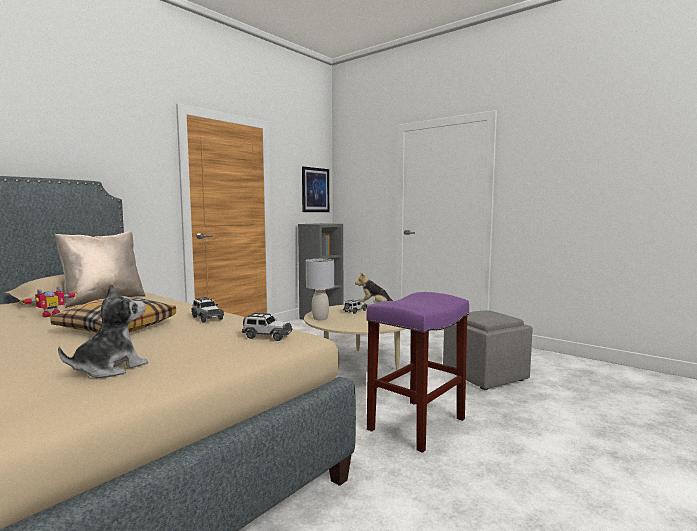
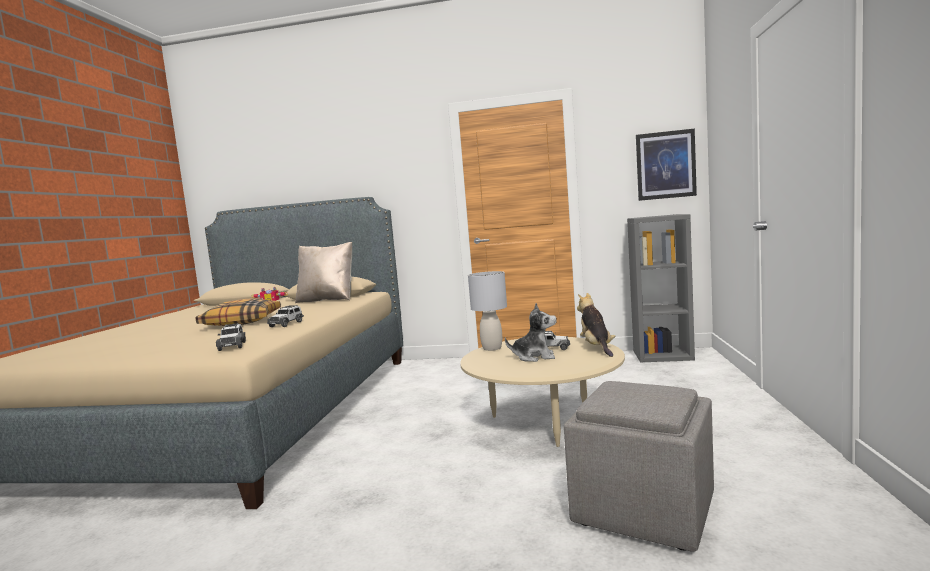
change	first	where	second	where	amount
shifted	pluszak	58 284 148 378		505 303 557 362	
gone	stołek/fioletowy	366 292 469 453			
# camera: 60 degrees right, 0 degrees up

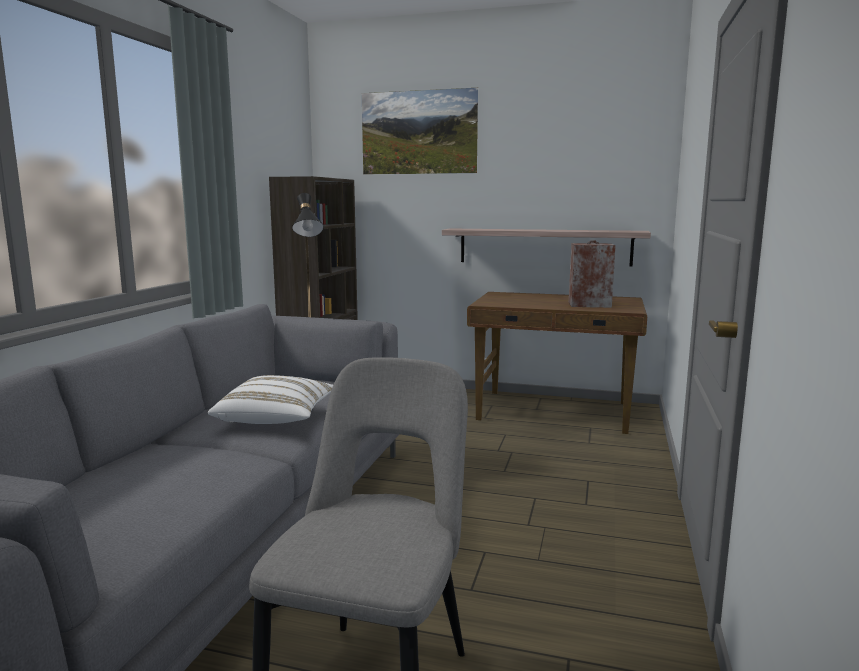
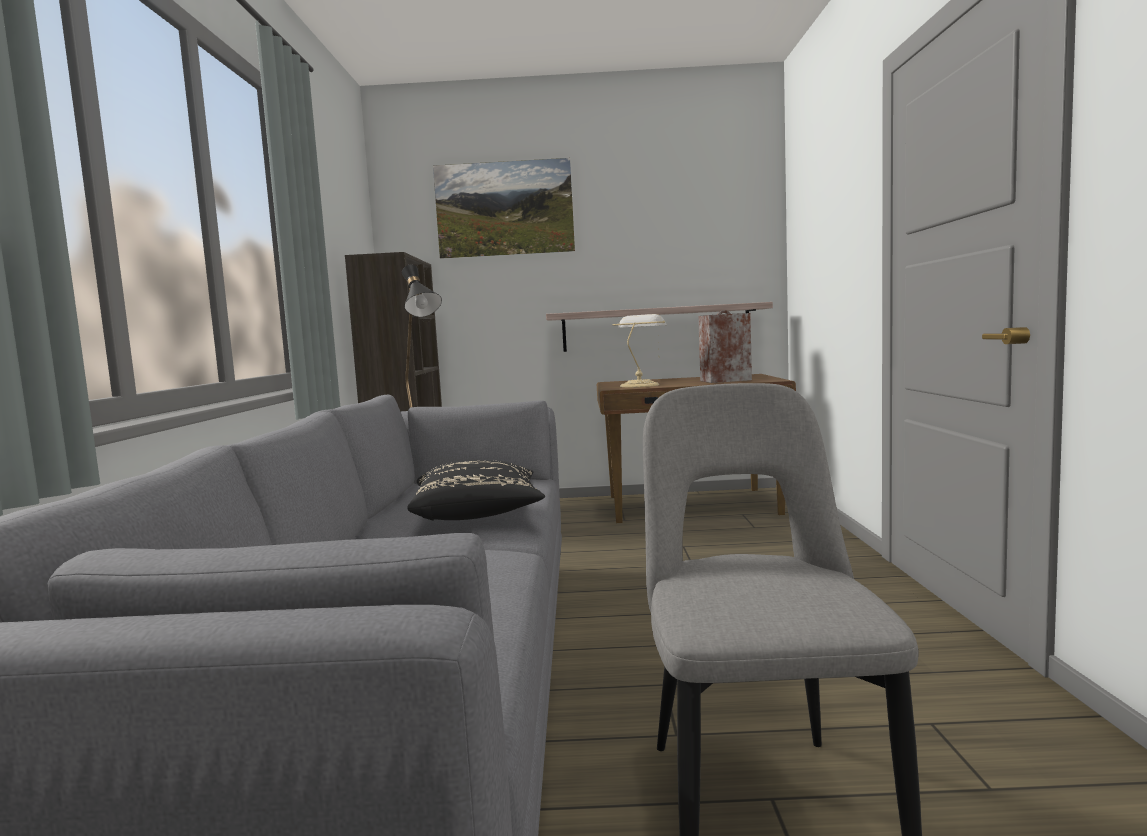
change	first	where	second	where	amount
repainted	poduszka/biały	208 375 333 424	poduszka/czarny	407 460 545 521	
new			lampa stołowa	612 314 667 387	
# camera: 15 degrees left, 5 degrees down

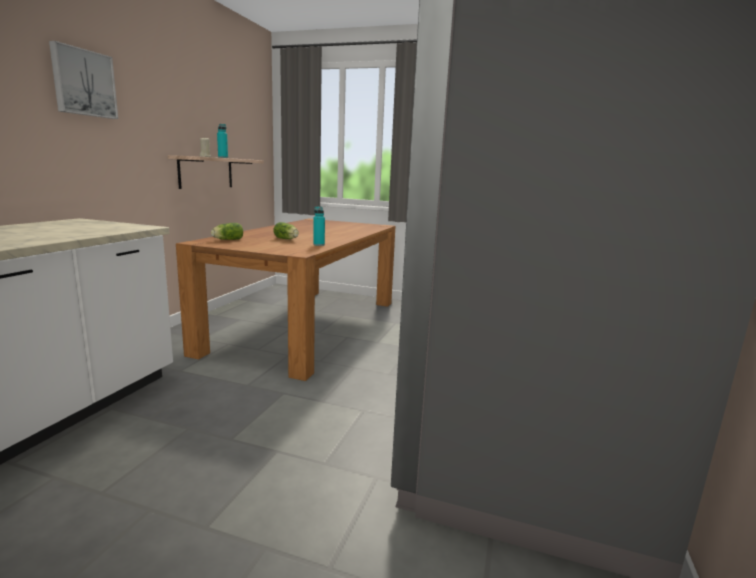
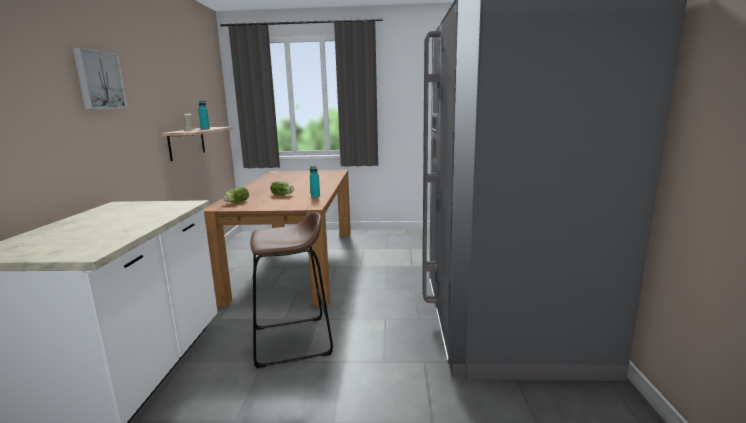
change	first	where	second	where	amount
new			stołek/brązowy	250 212 333 368	
# camera: 15 degrees left, 0 degrees up

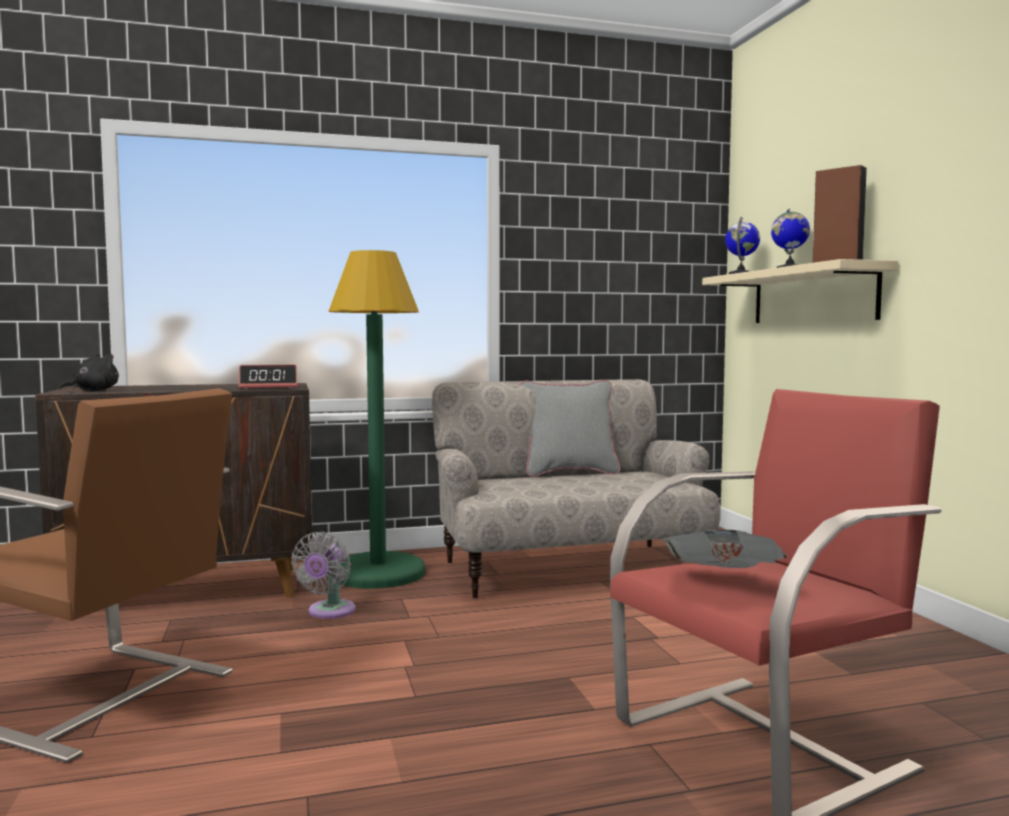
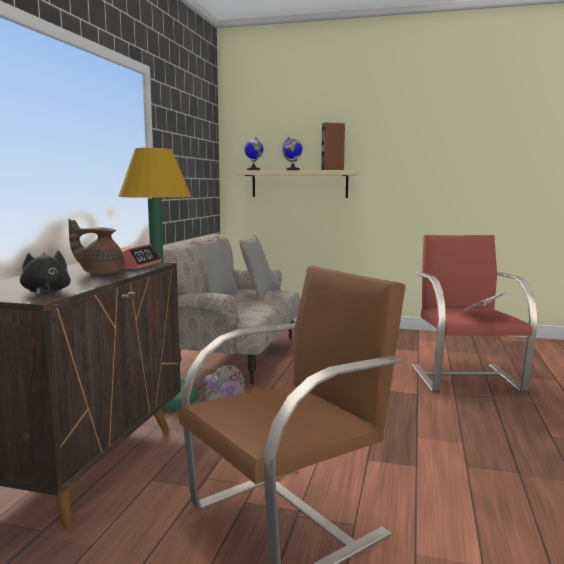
change	first	where	second	where	amount
new			imbryk/brązowy	68 219 125 274	
new			poduszka/szary	239 235 275 302	
# camera: 60 degrees left, 5 degrees up

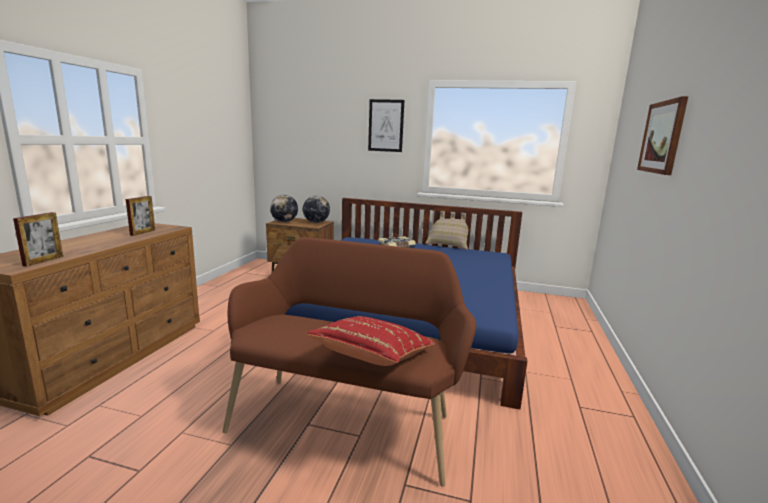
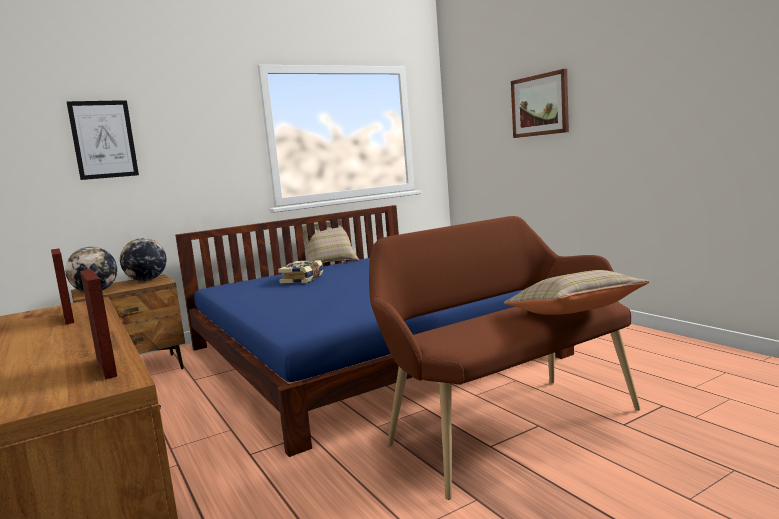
change	first	where	second	where	amount
shifted	obraz	368 99 404 152		67 100 139 180	
repainted	poduszka/czerwony	306 316 436 366	poduszka/beżowy	504 270 650 315	
# camera: 45 degrees left, 5 degrees down

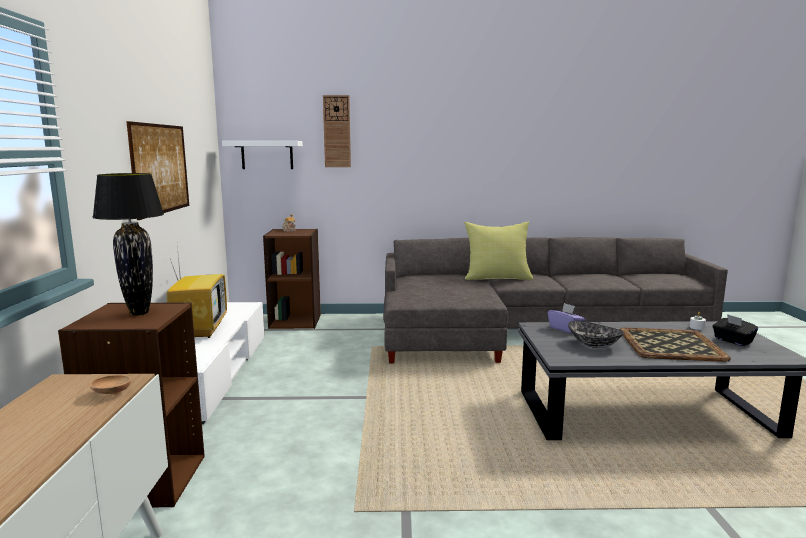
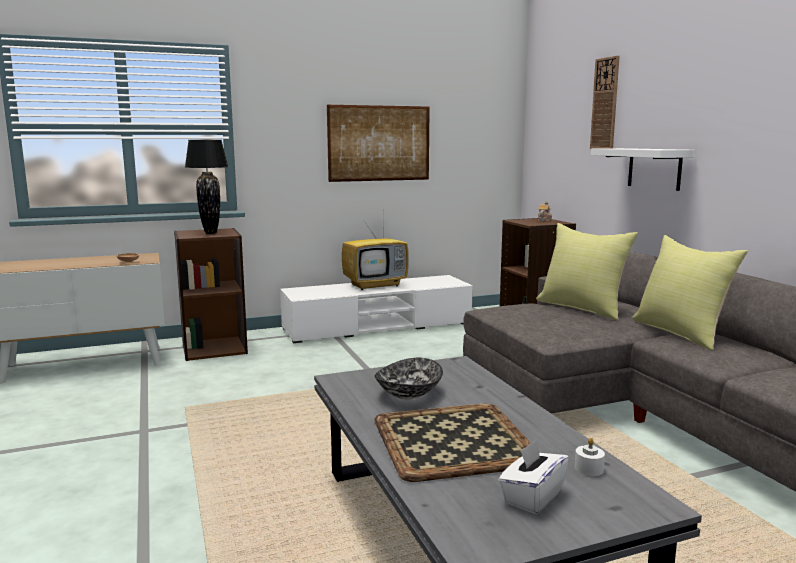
change	first	where	second	where	amount
shifted	półka/biały	222 141 303 169		591 148 695 191	
gone	pudełko chusteczek/fioletowy	548 303 585 333			
repainted	pudełko chusteczek/czarny	713 314 758 346	pudełko chusteczek/biały	499 439 569 514	
new			poduszka/żółty	536 223 638 320	
# camera: 70 degrees right, 0 degrees up

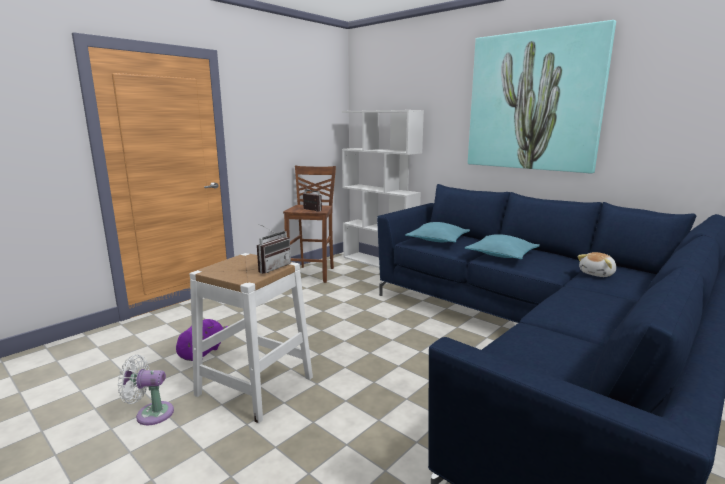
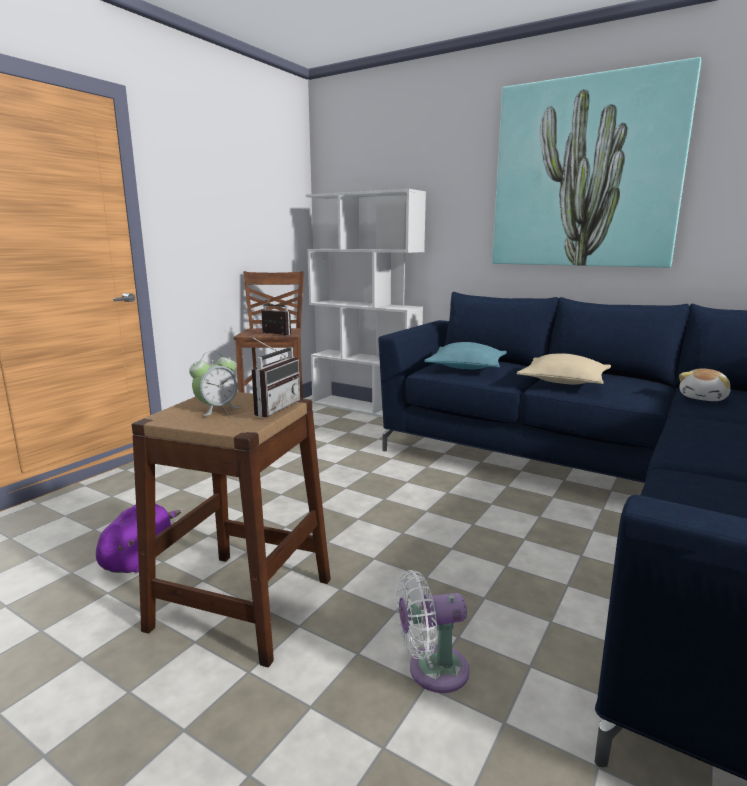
change	first	where	second	where	amount
repainted	poduszka/turkusowy	465 234 540 259	poduszka/beżowy	517 353 611 384	
repainted	stołek/biały	190 253 313 423	stołek/brązowy	132 392 331 667	
shifted	wentylator/biały	118 355 174 425		396 570 470 693	
new			budzik	189 351 240 416	
# camera: 10 degrees left, 0 degrees up

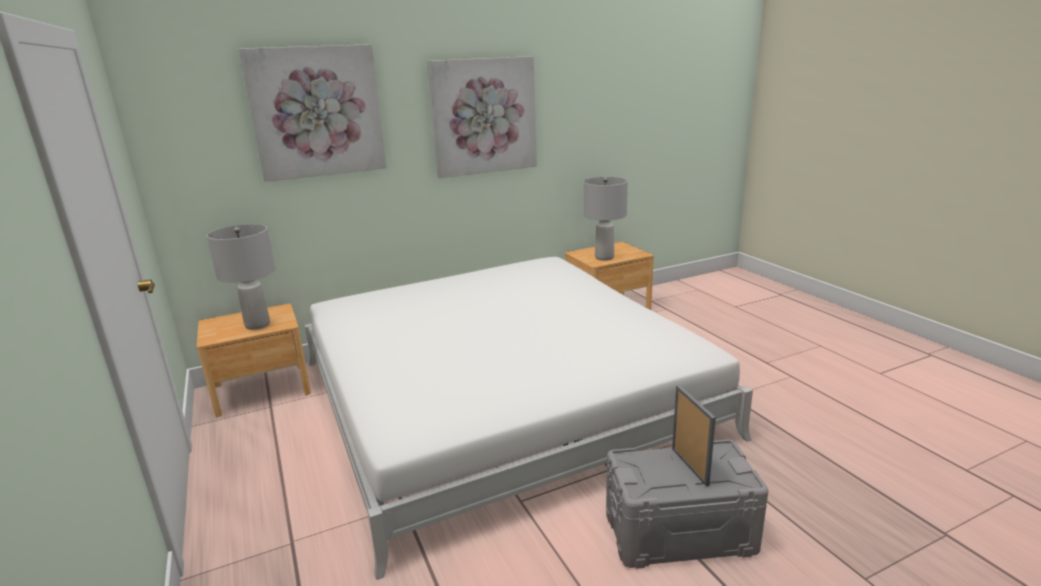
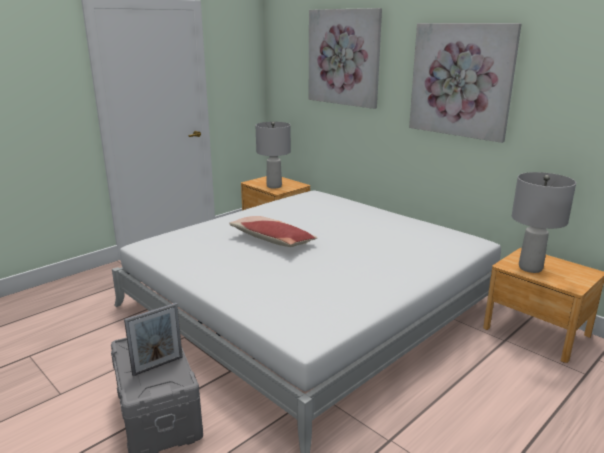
change	first	where	second	where	amount
new			poduszka	229 216 317 247	
# camera: 70 degrees right, 0 degrees up

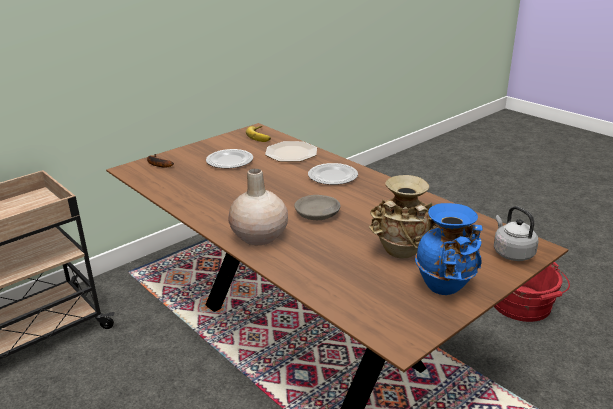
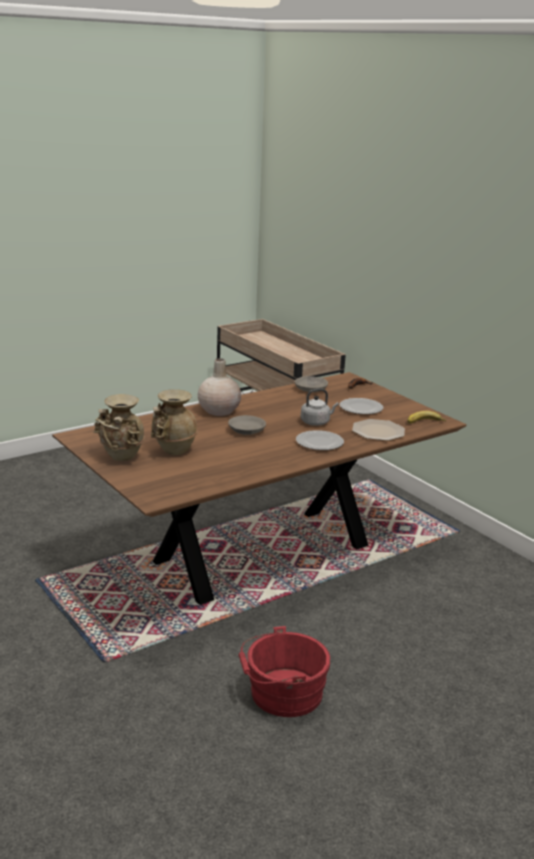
change	first	where	second	where	amount
repainted	wazon/niebieski	415 203 483 295	wazon/beżowy	93 394 145 461	
shifted	czajnik/szary	494 206 538 261		301 389 339 426	
new			miska/szary	295 376 328 392	
# camera: 95 degrees right, 5 degrees down

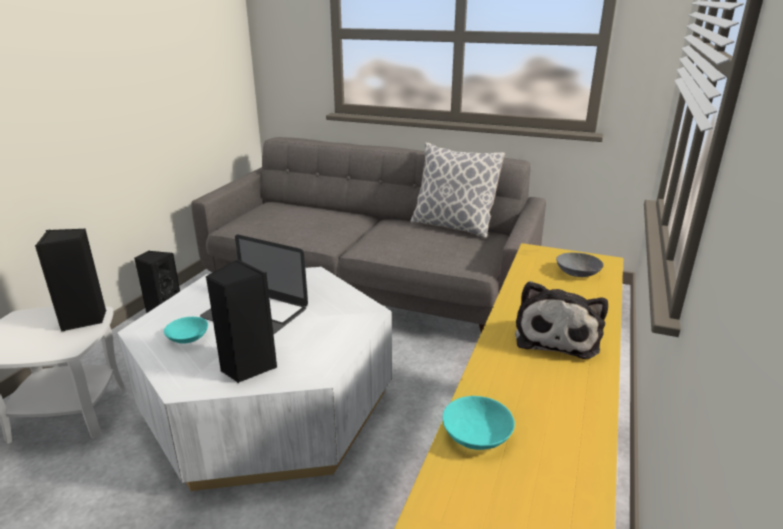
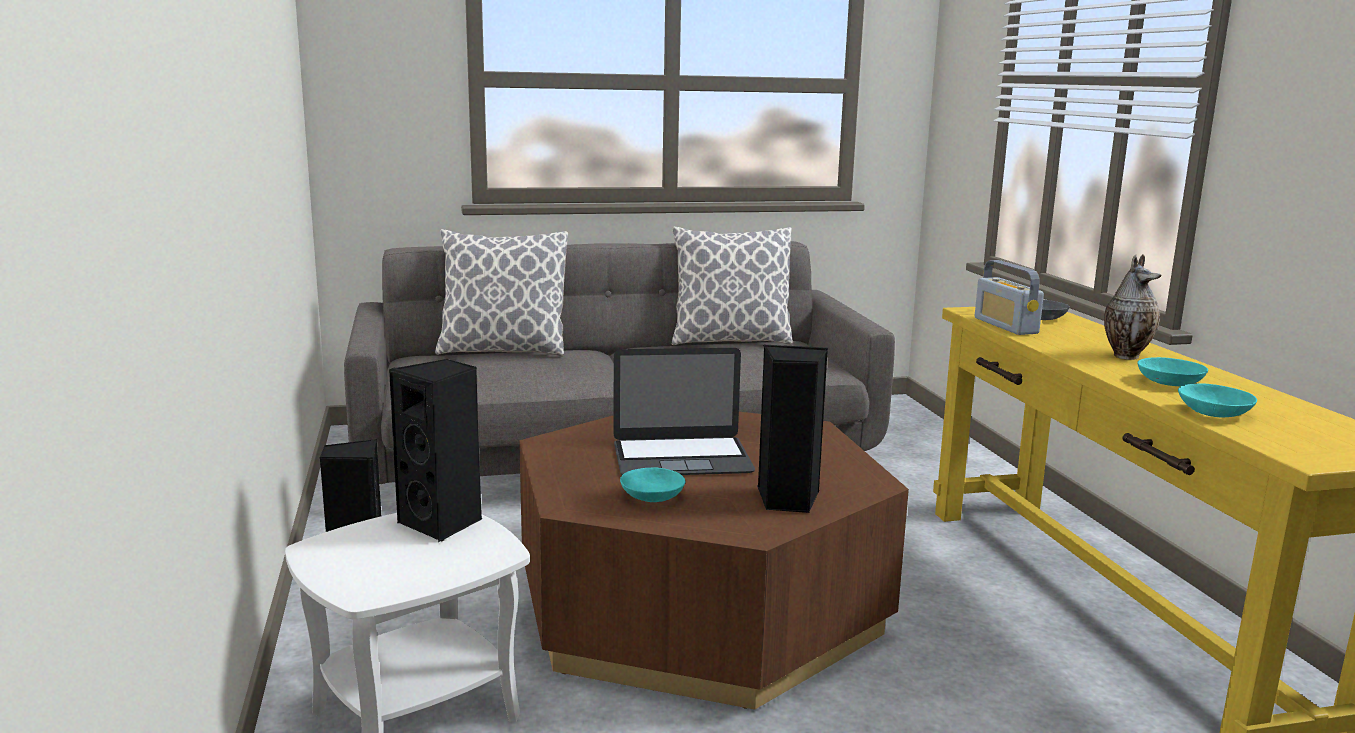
change	first	where	second	where	amount
repainted	ława/biały	117 267 391 491	ława/brązowy	519 412 909 710	
swapped	pluszak	515 281 608 359	wazon	1104 254 1161 360	
new			poduszka	435 229 568 356	
new			radio	975 260 1044 335	
new			miska/turkusowy	1137 357 1208 386	
# camera: 35 degrees left, 10 degrees down

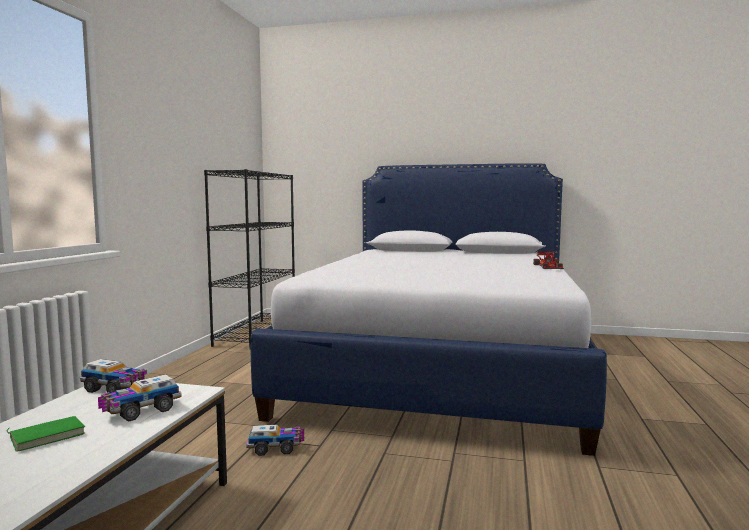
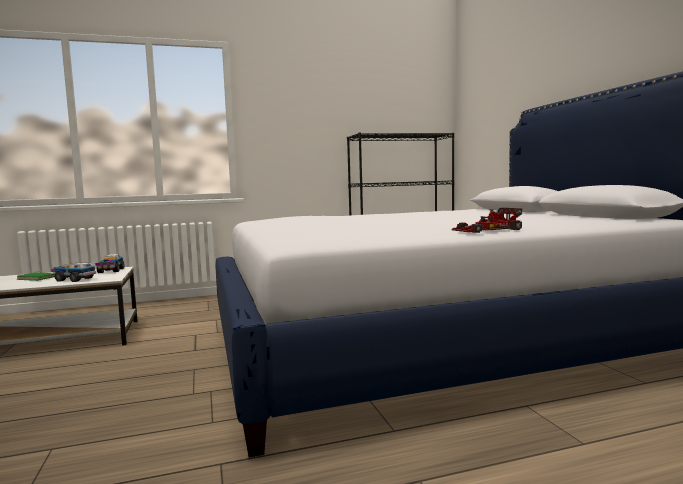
change	first	where	second	where	amount
gone	ciężarówka zabawkowa	246 425 304 456			
# camera: 60 degrees right, 0 degrees up

